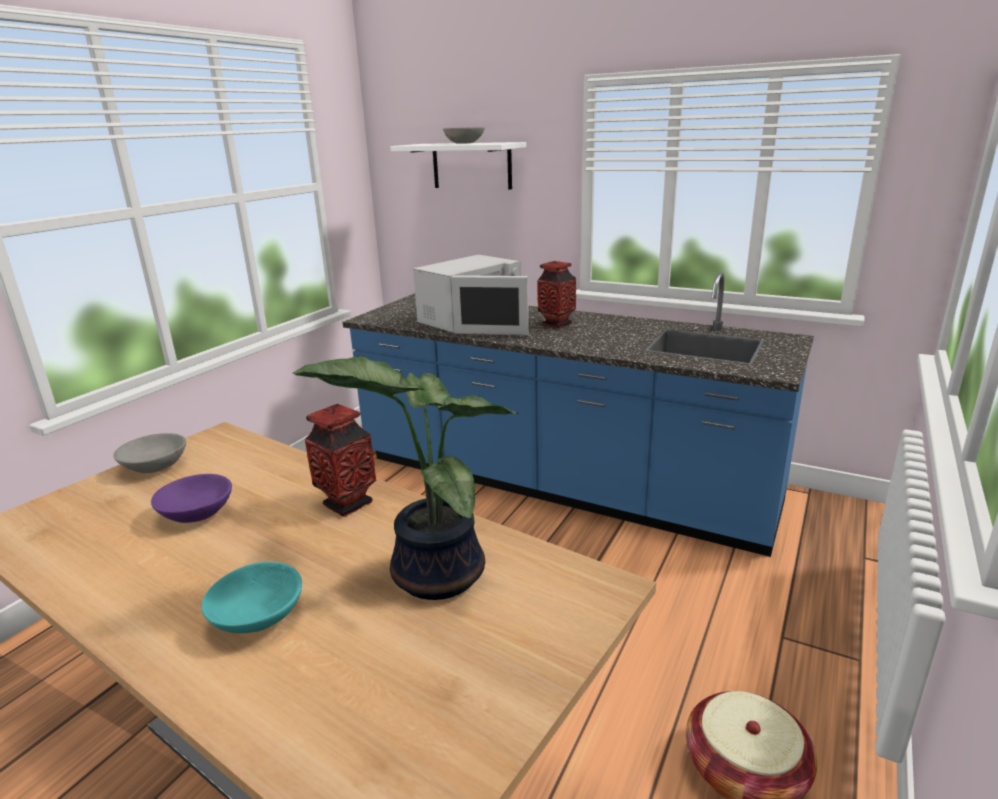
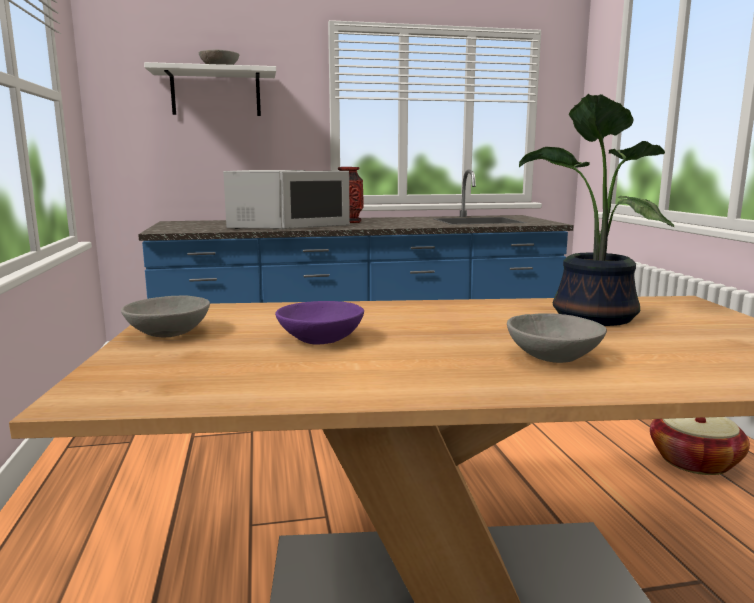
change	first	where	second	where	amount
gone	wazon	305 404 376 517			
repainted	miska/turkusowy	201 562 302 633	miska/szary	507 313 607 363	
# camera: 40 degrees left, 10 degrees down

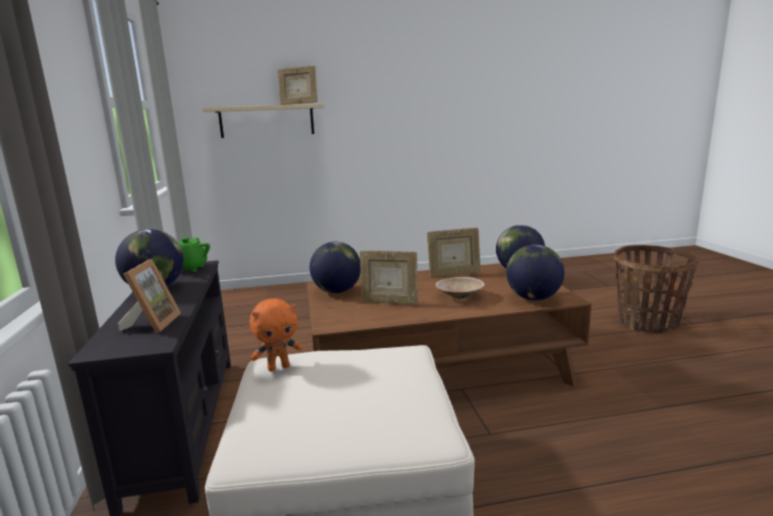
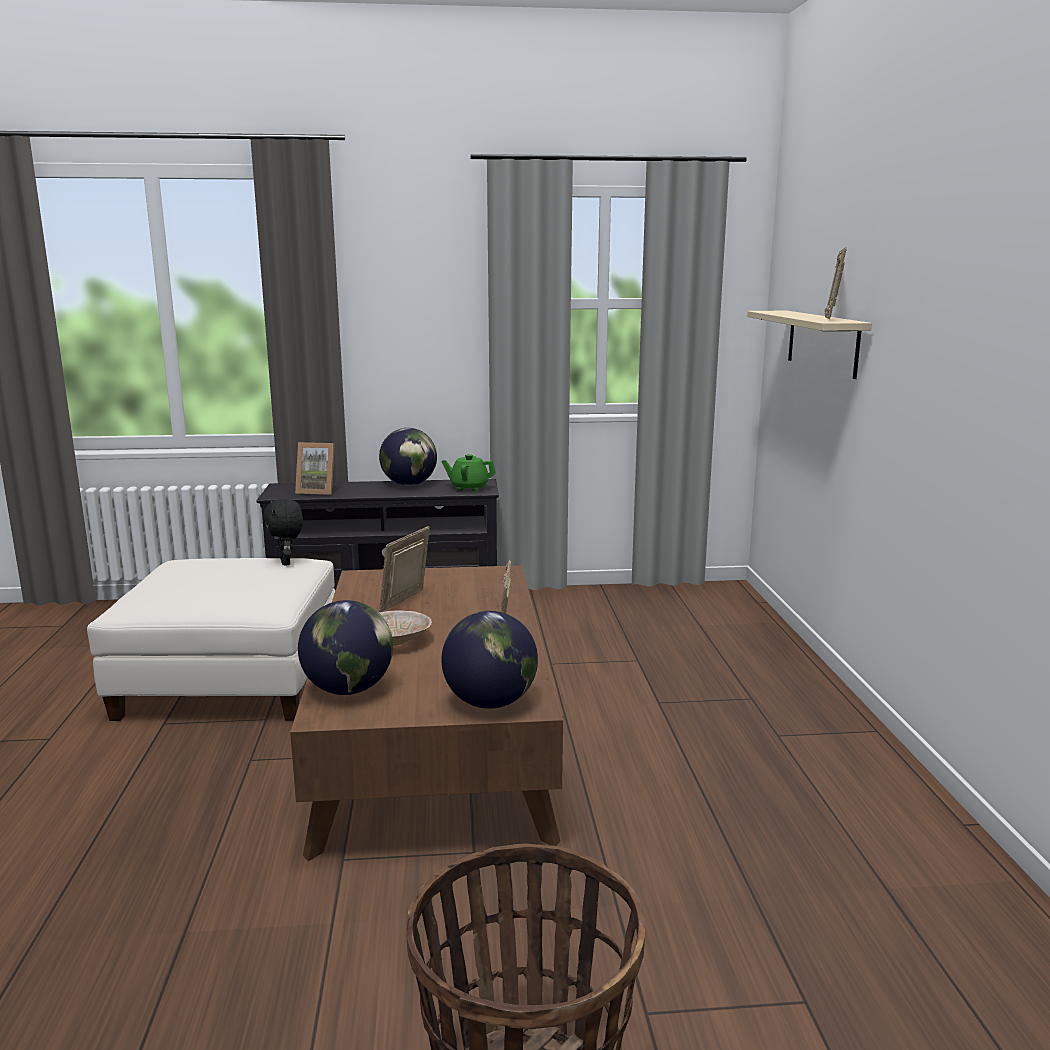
change	first	where	second	where	amount
gone	globus	310 242 361 293			
repainted	pluszak/pomarańczowy	250 298 302 371	pluszak/czarny	263 499 303 566	
# camera: 95 degrees right, 0 degrees up

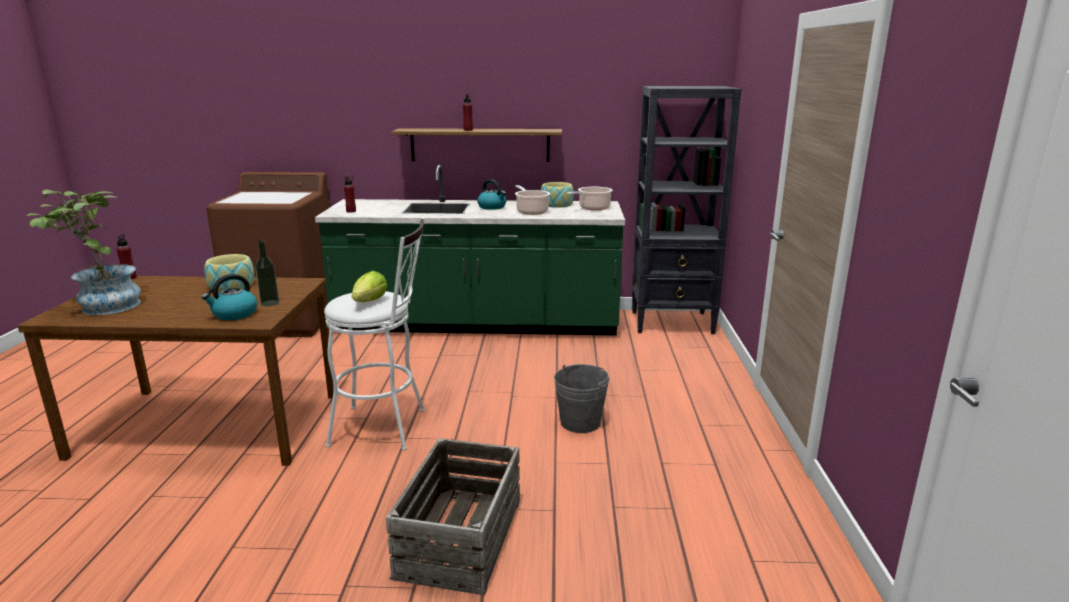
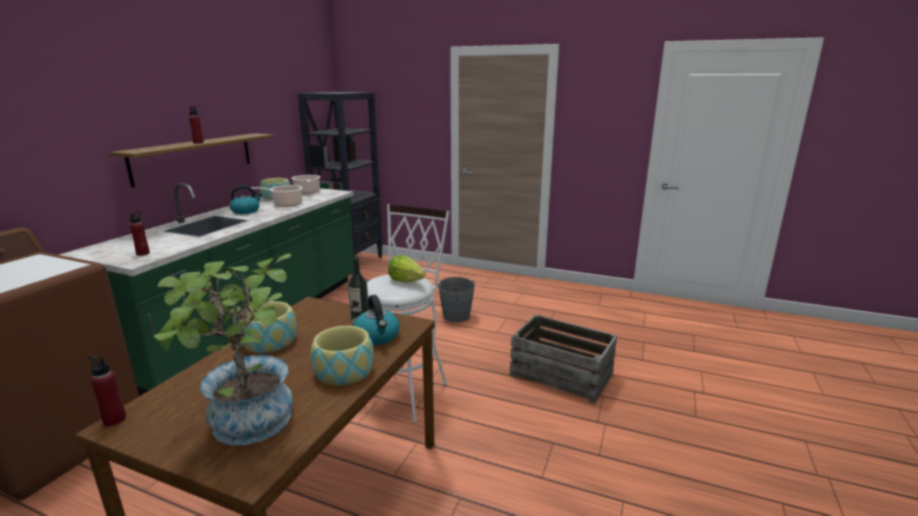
change	first	where	second	where	amount
new			miska	311 326 374 386	
# camera: 70 degrees left, 0 degrees up

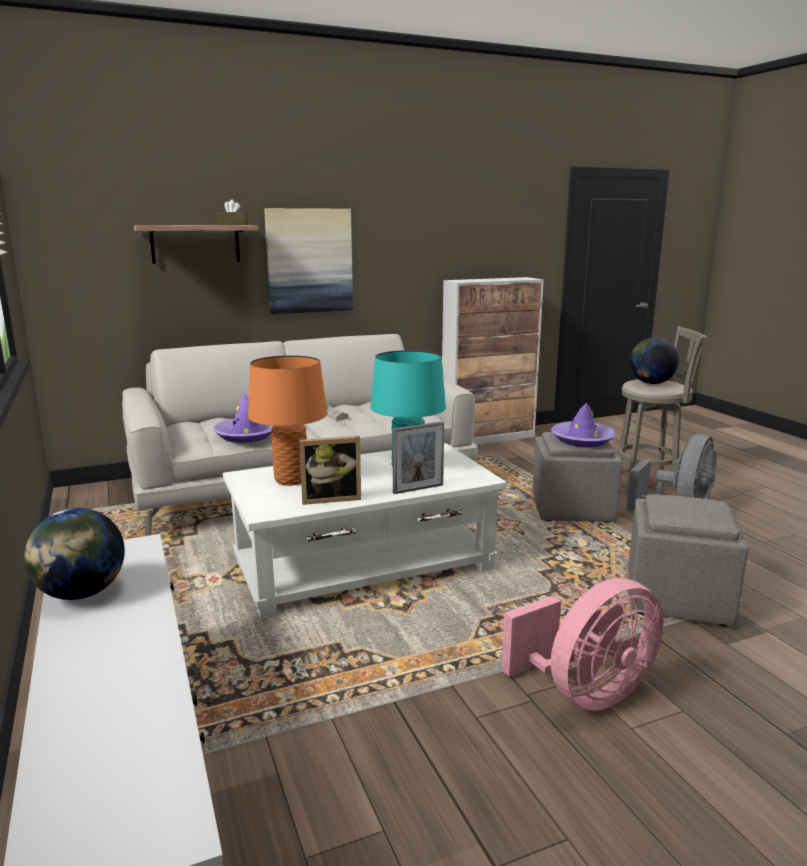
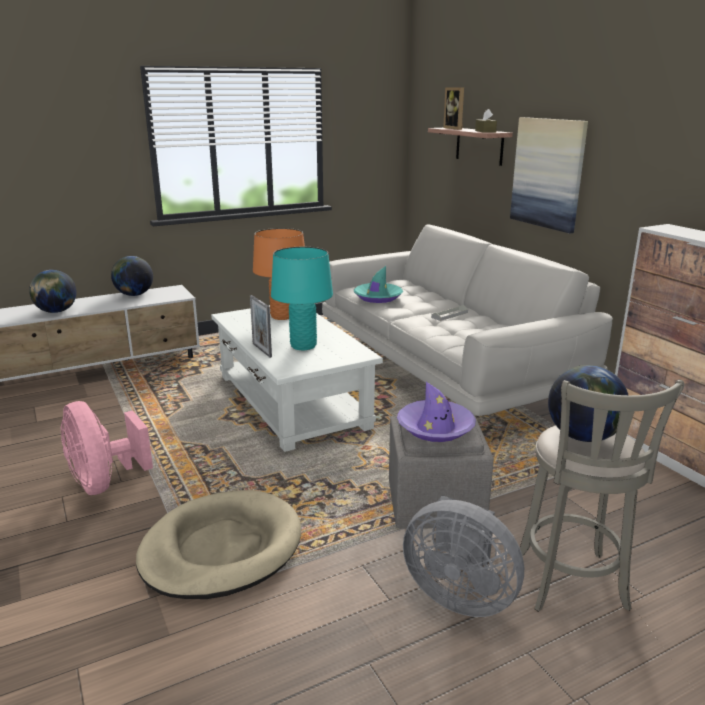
change	first	where	second	where	amount
repainted	kapelusz/fioletowy	213 393 273 443	kapelusz/turkusowy	354 266 403 303	
shifted	ramka na zdjęcie	299 436 361 505		443 87 464 130	
swapped	pufa/szary	628 494 748 626	legowisko/beżowy	136 490 301 599	
new			globus	29 270 77 313	
# camera: 85 degrees right, 5 degrees up

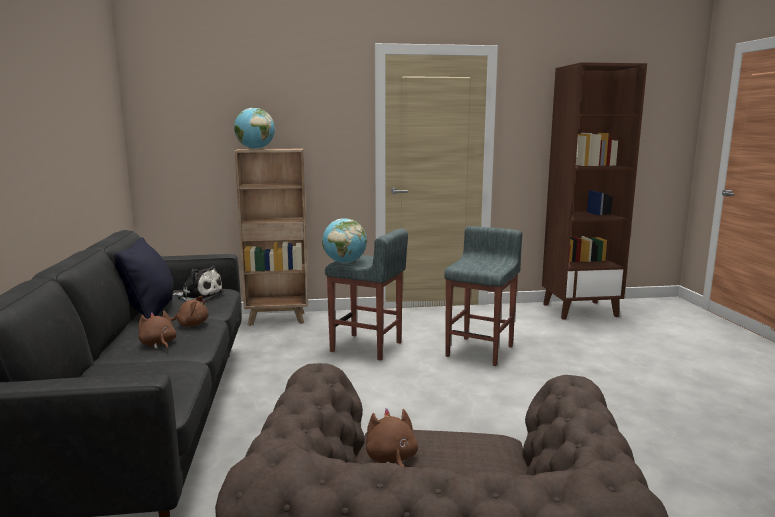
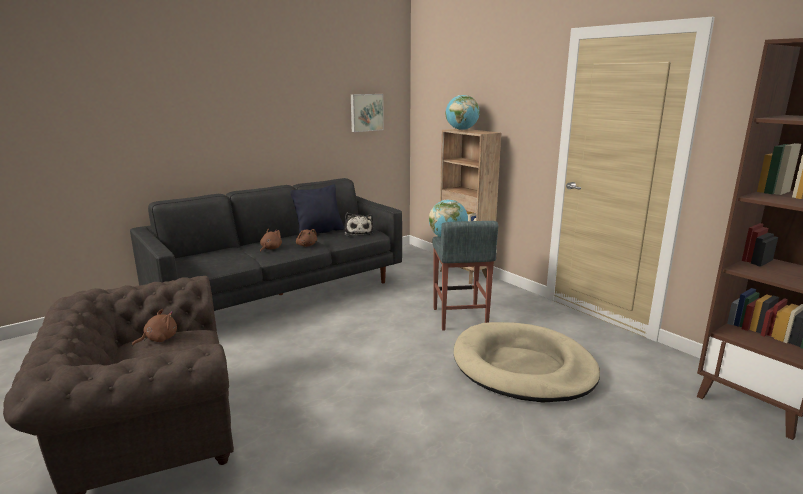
change	first	where	second	where	amount
swapped	stołek/szary	444 226 523 366	legowisko/beżowy	454 322 600 402	
new			obraz	351 94 384 132	
# camera: 60 degrees right, 5 degrees up

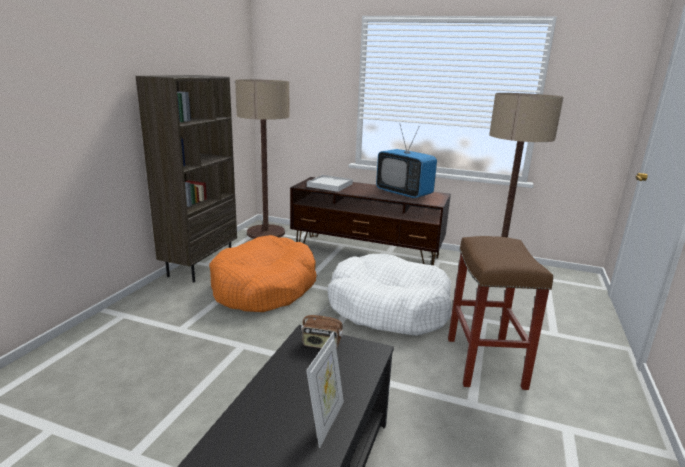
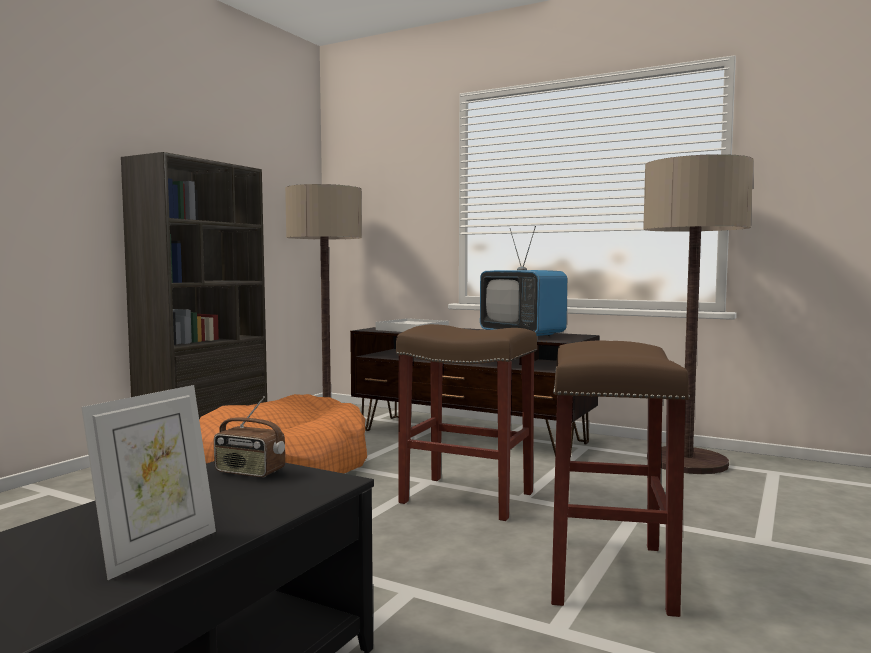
change	first	where	second	where	amount
swapped	legowisko/biały	327 253 451 336	stołek/brązowy	396 324 537 521	
# camera: 10 degrees right, 15 degrees down

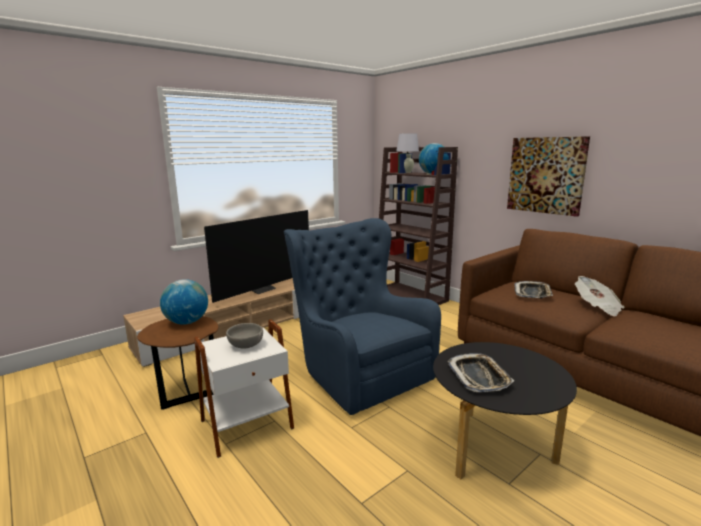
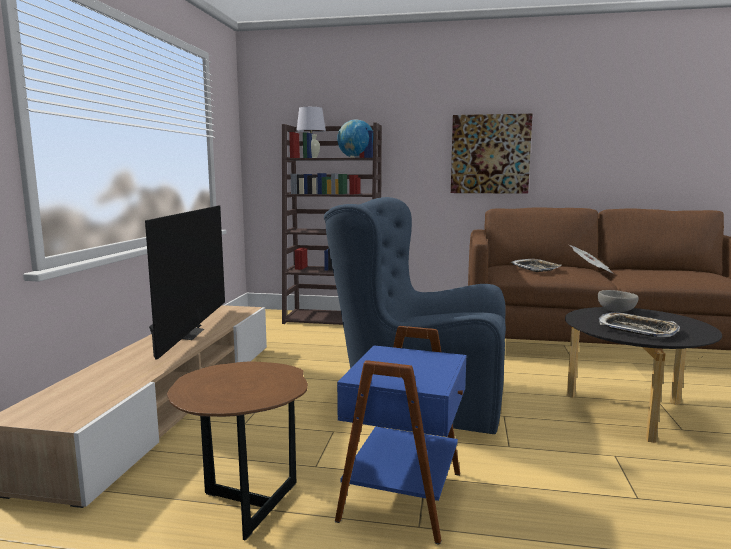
change	first	where	second	where	amount
gone	globus	160 279 208 325			
repainted	stolik/biały	194 319 294 458	stolik/niebieski	335 326 466 545	
shifted	miska/szary	226 323 263 348		598 290 639 312	
# camera: 40 degrees left, 5 degrees down

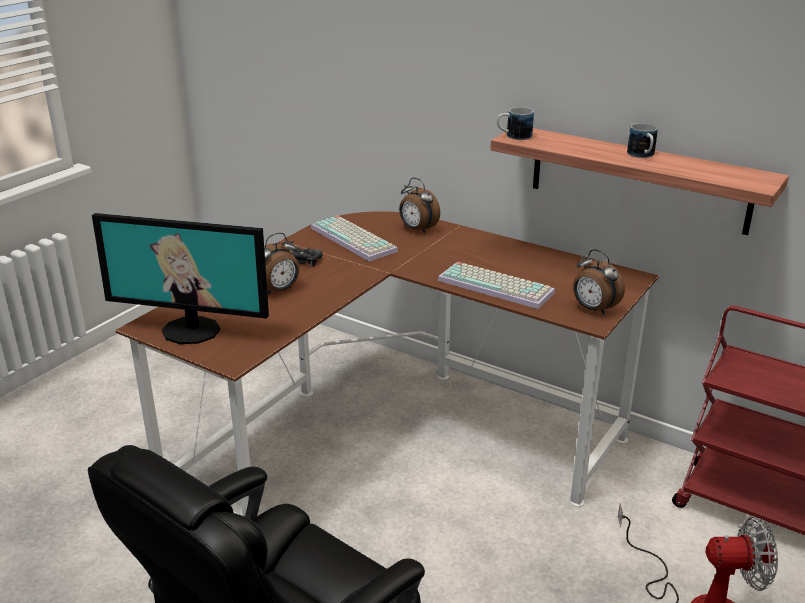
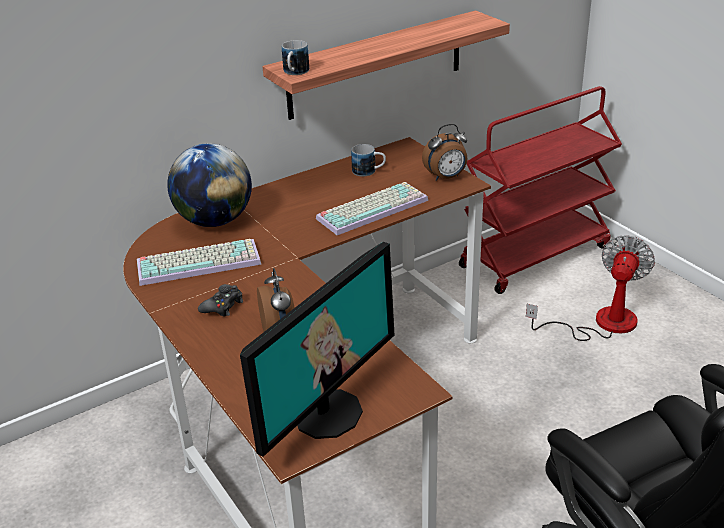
change	first	where	second	where	amount
shifted	kubek	627 123 658 158		351 144 386 177	
swapped	budzik	399 178 440 233	globus	167 143 252 227	
# camera: 65 degrees left, 5 degrees up

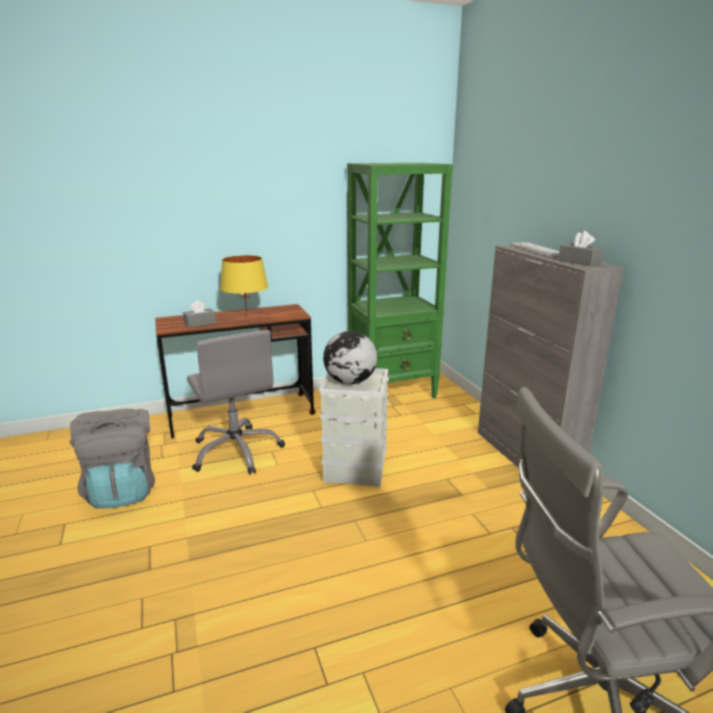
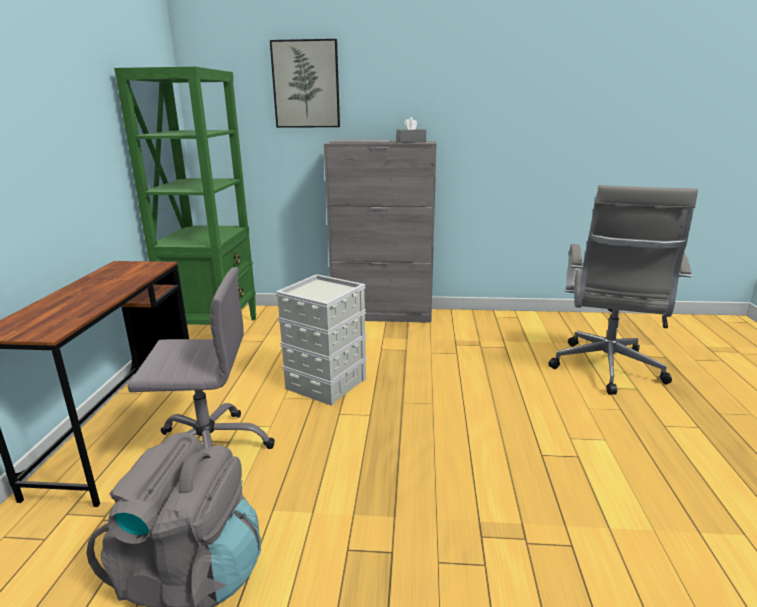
change	first	where	second	where	amount
gone	lampa stołowa/żółty	220 255 268 317			
gone	pudełko chusteczek/szary	183 300 216 328			
gone	globus	323 331 377 384			
new			obraz	270 39 340 128	
# camera: 65 degrees left, 0 degrees up

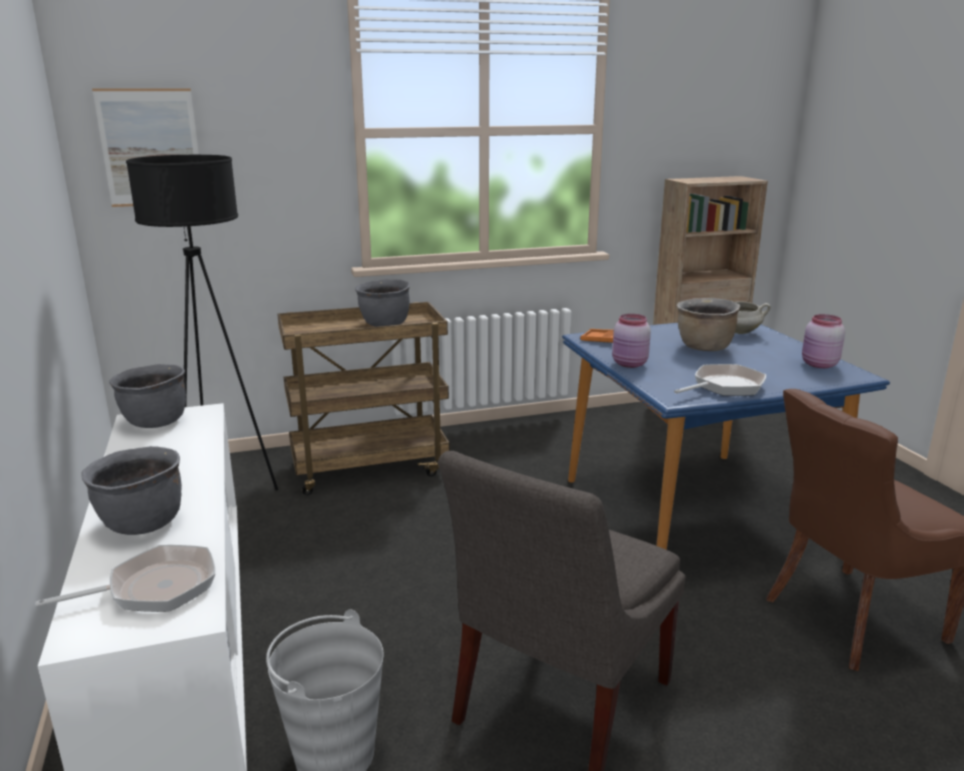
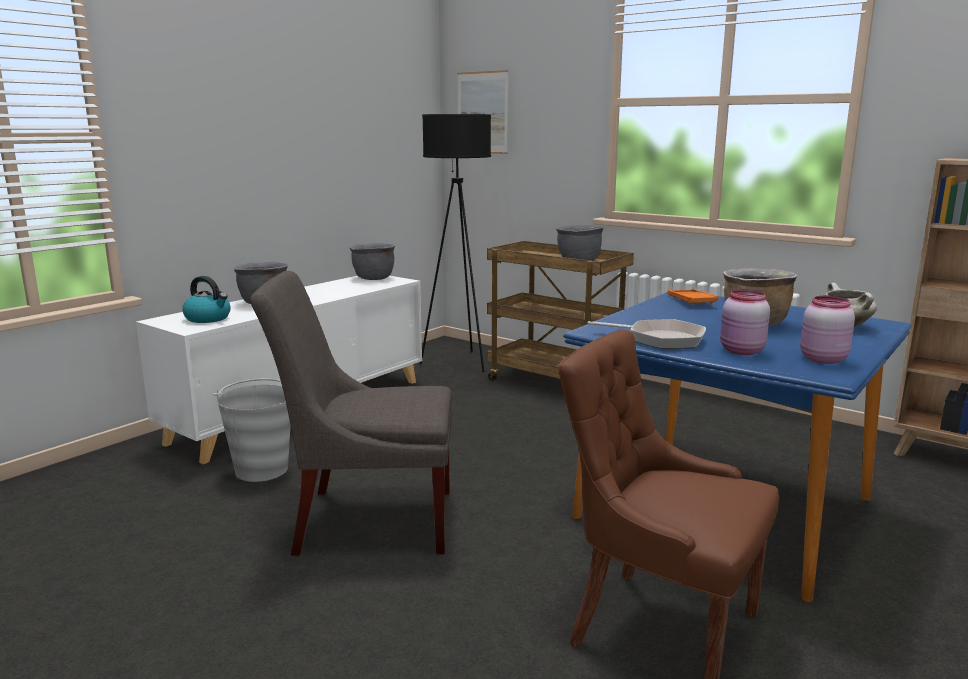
change	first	where	second	where	amount
shifted	słoik/różowy	612 314 651 368		720 289 770 355	
swapped	patelnia	36 545 215 612	czajnik	182 276 231 323	
# camera: 55 degrees right, 5 degrees down

